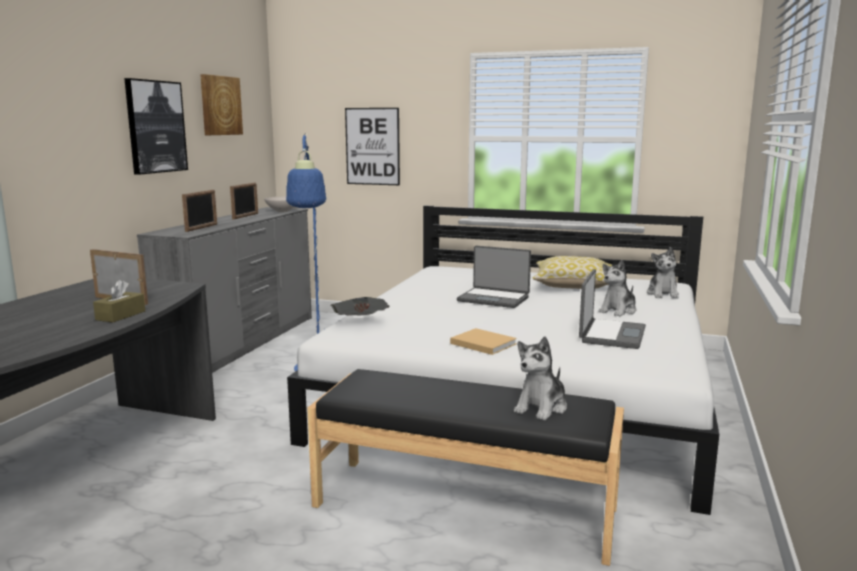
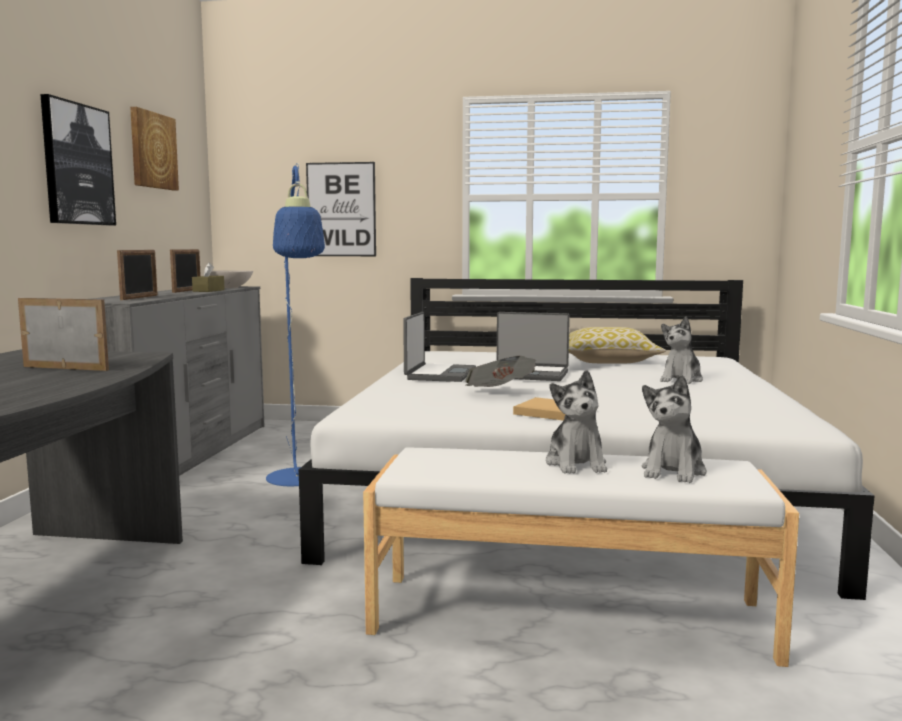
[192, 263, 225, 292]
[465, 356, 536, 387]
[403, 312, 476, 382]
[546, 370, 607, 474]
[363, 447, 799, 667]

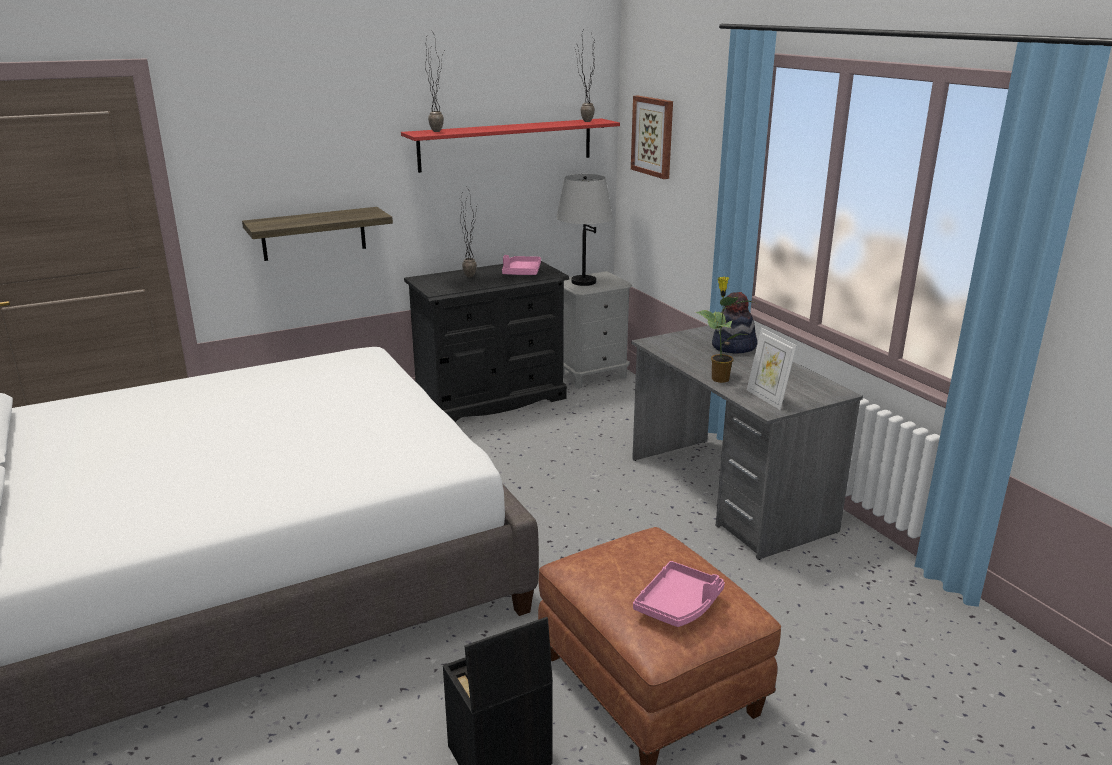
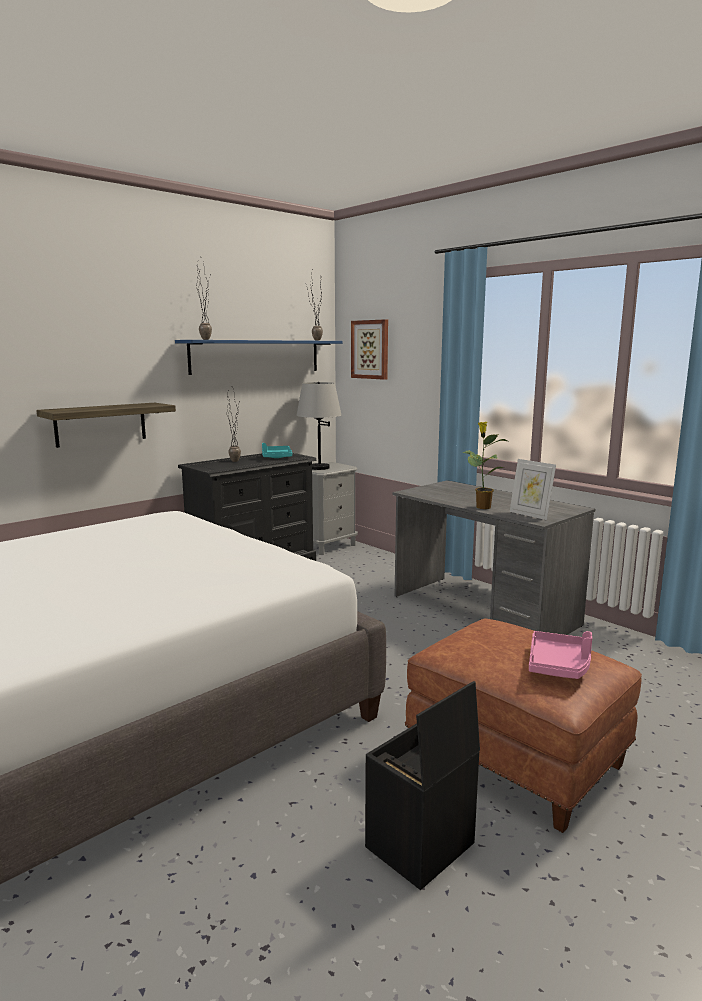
[712, 292, 757, 353] (first image)
[175, 340, 343, 375]
[262, 443, 292, 458]

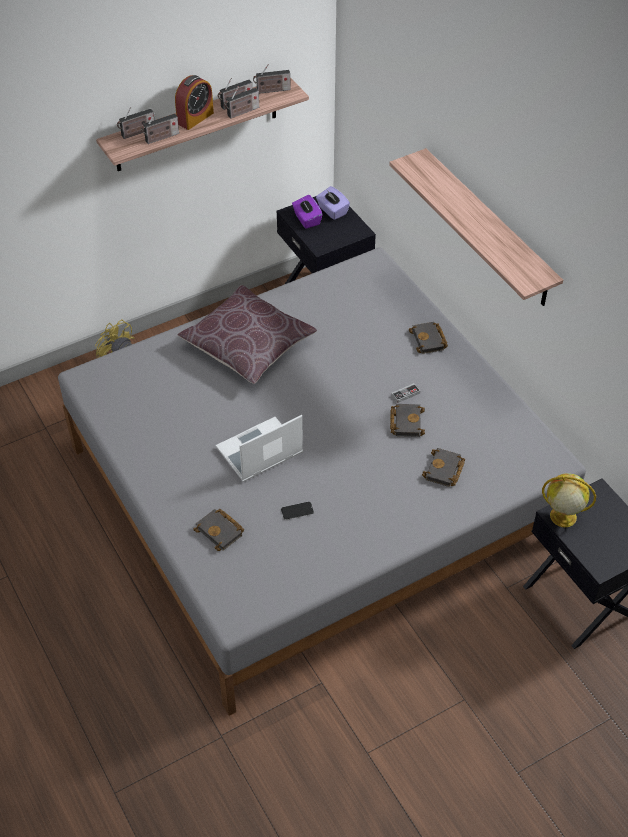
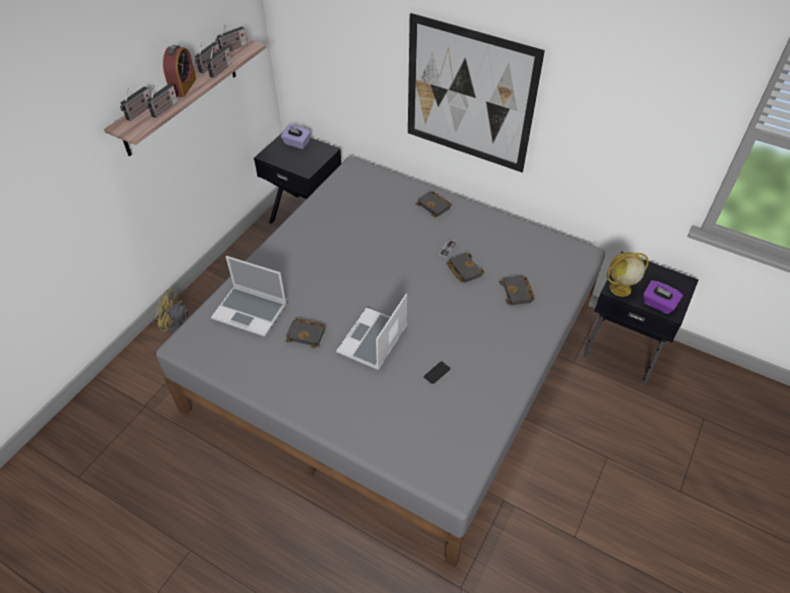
[177, 285, 317, 384] (first image)
[211, 256, 287, 337]
[286, 318, 325, 348]
[643, 280, 683, 314]
[408, 13, 545, 172]

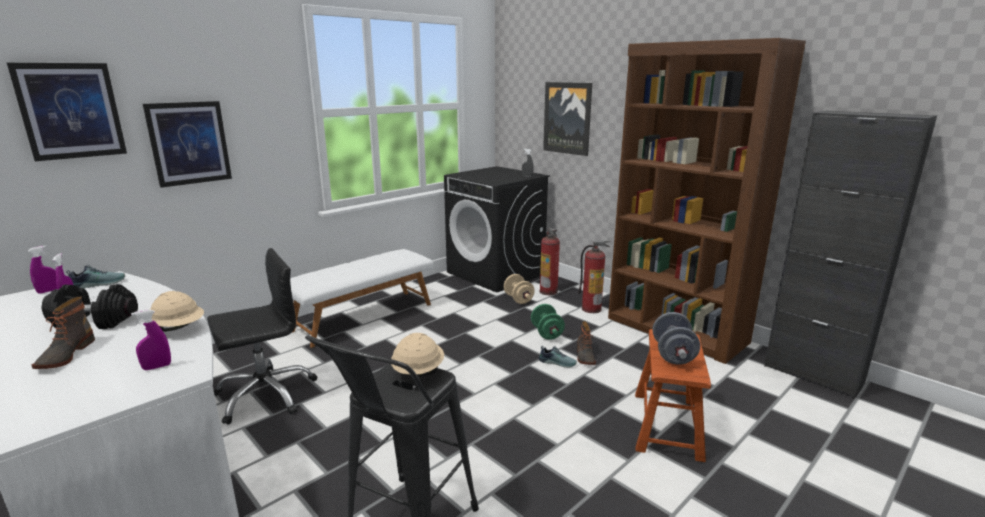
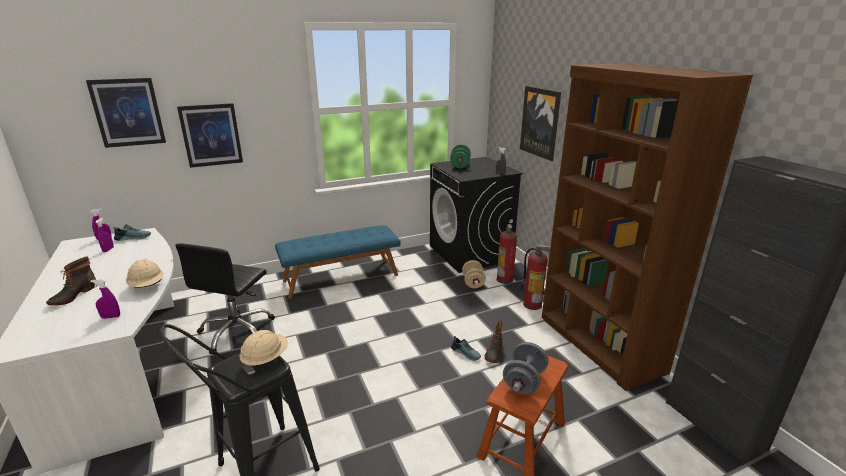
[42, 284, 138, 329] (first image)
[450, 144, 471, 168]
[275, 225, 401, 299]
[175, 243, 275, 355]

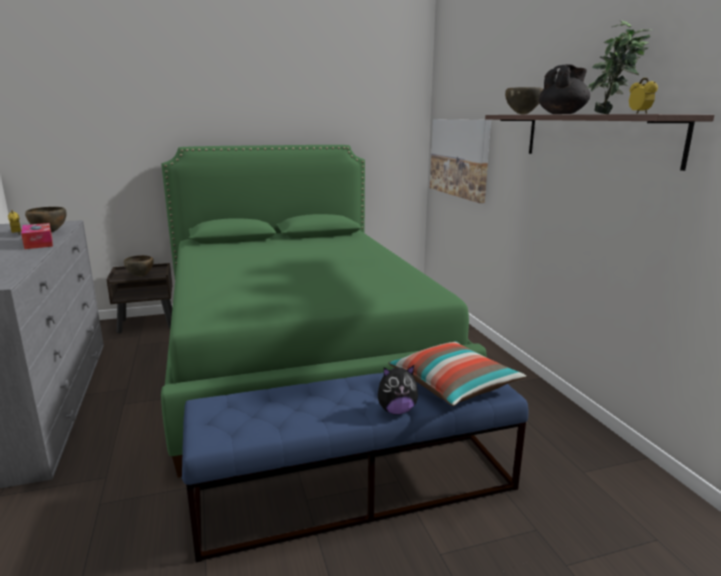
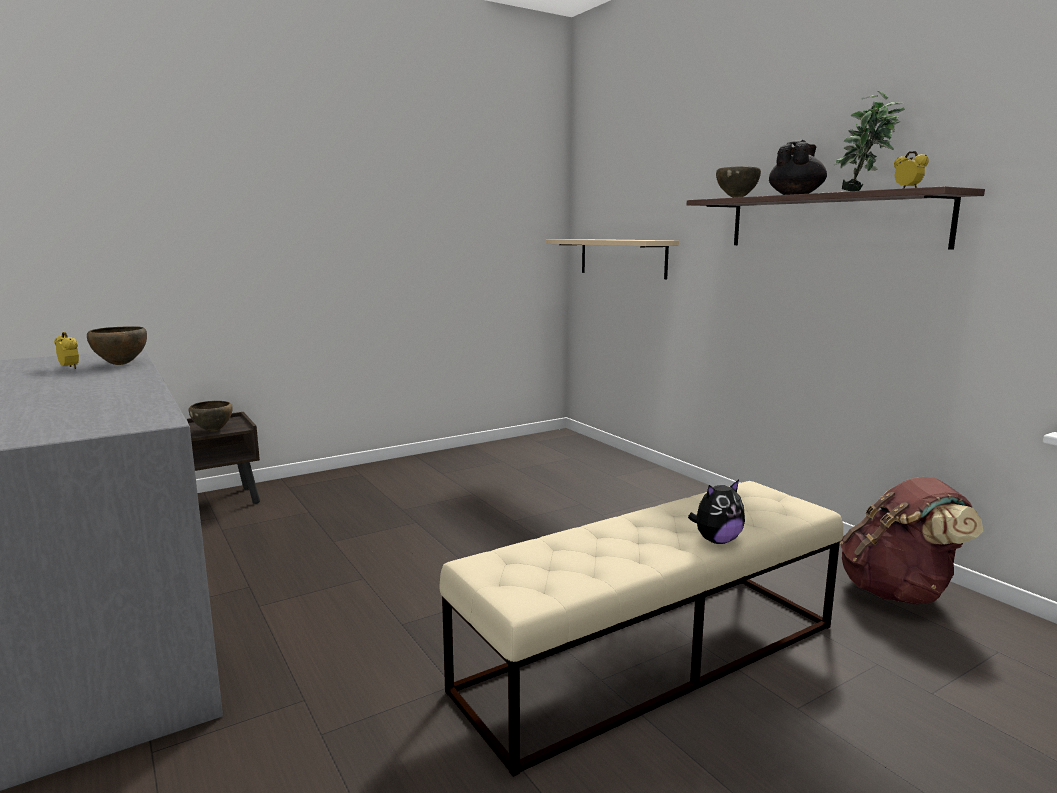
[21, 223, 53, 249] (first image)
[161, 145, 487, 478] (first image)
[388, 341, 526, 406] (first image)
[840, 477, 983, 605]
[546, 239, 679, 279]
[439, 481, 843, 777]

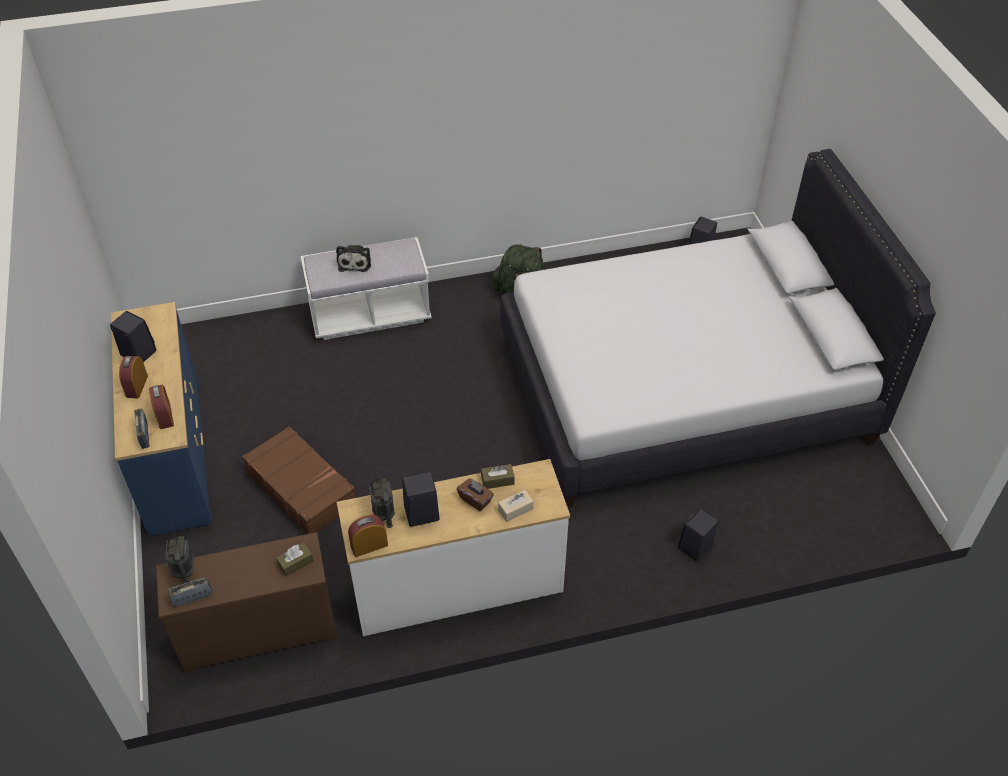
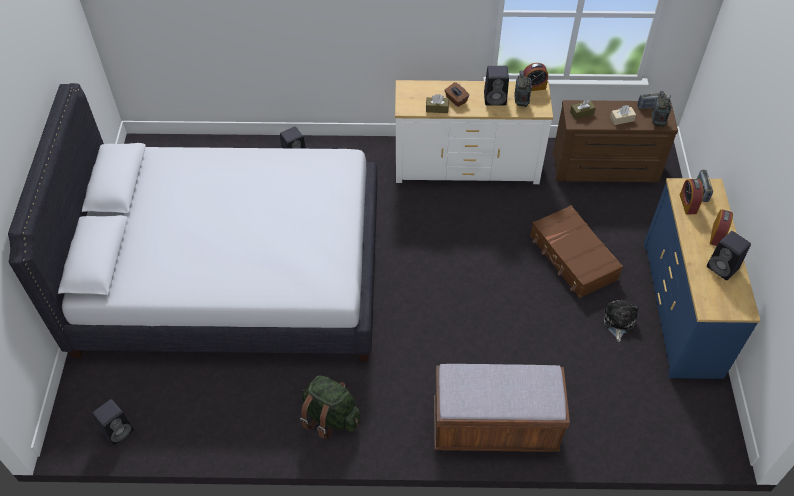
[604, 300, 639, 342]
[610, 105, 636, 125]
[434, 364, 570, 452]

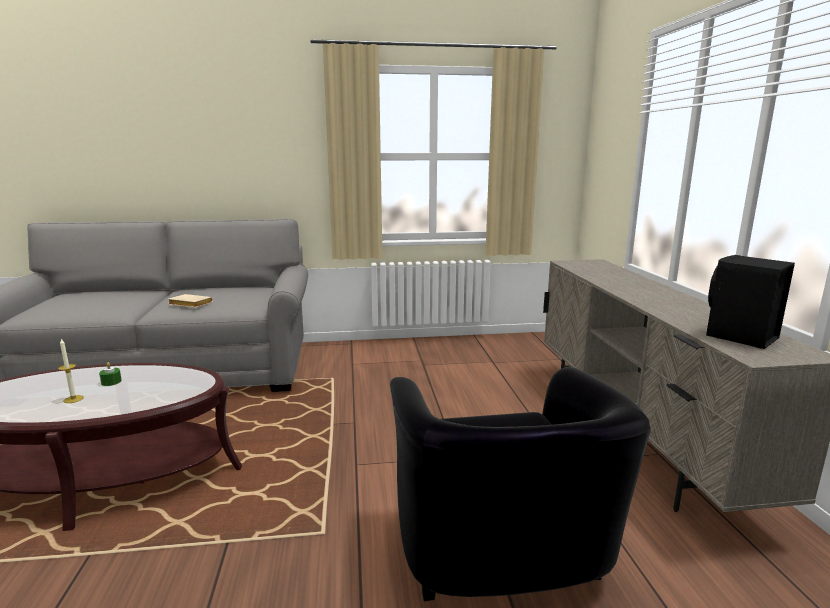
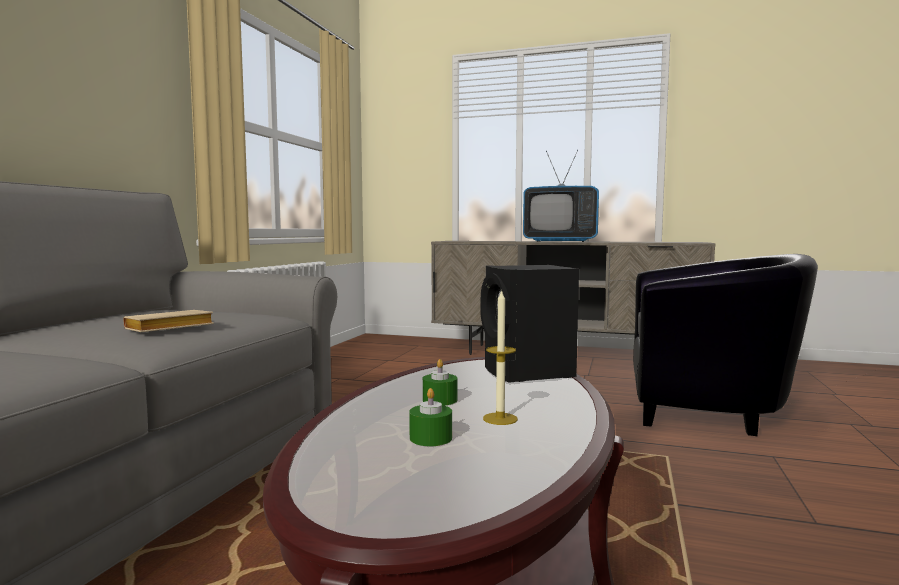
[409, 388, 452, 446]
[523, 150, 599, 242]
[481, 265, 579, 383]

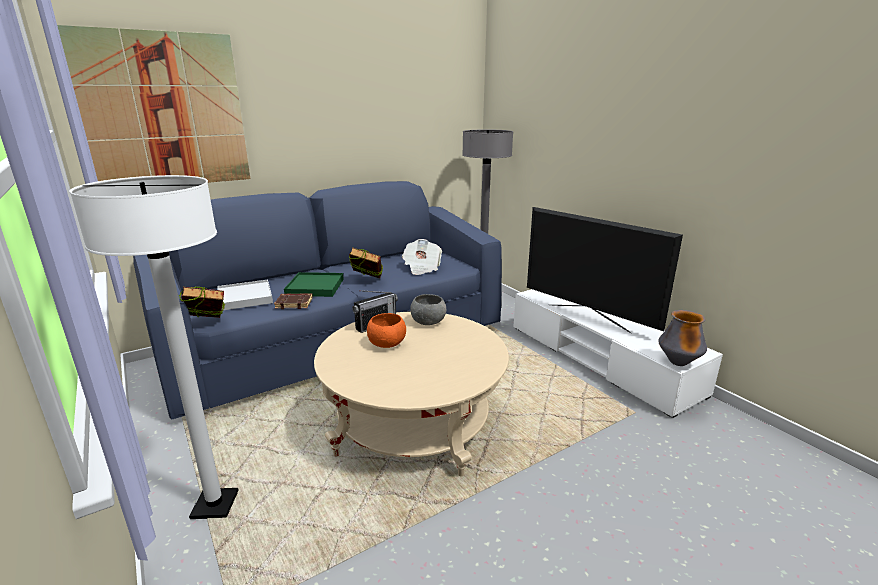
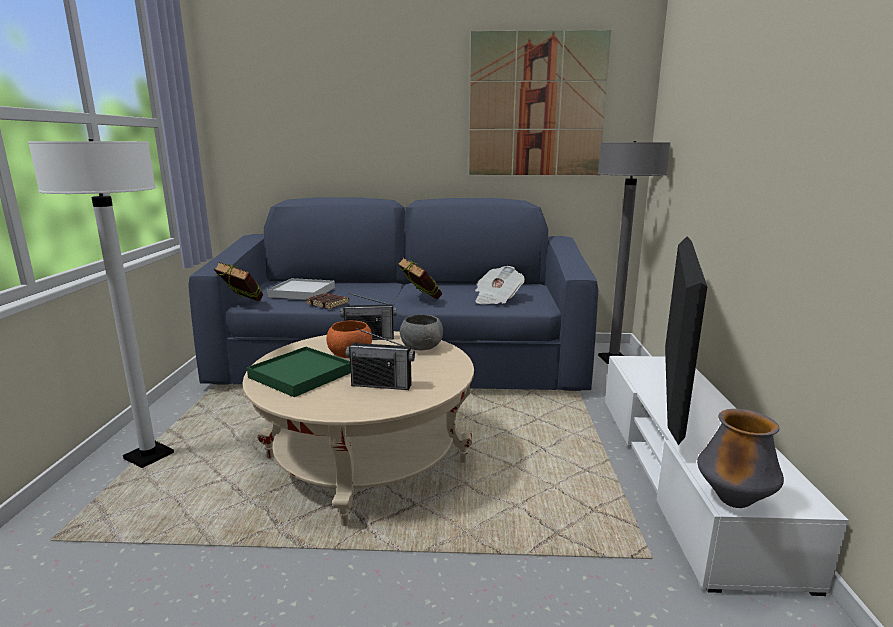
[346, 328, 415, 390]
[469, 30, 611, 175]
[247, 347, 351, 397]
[665, 236, 707, 445]

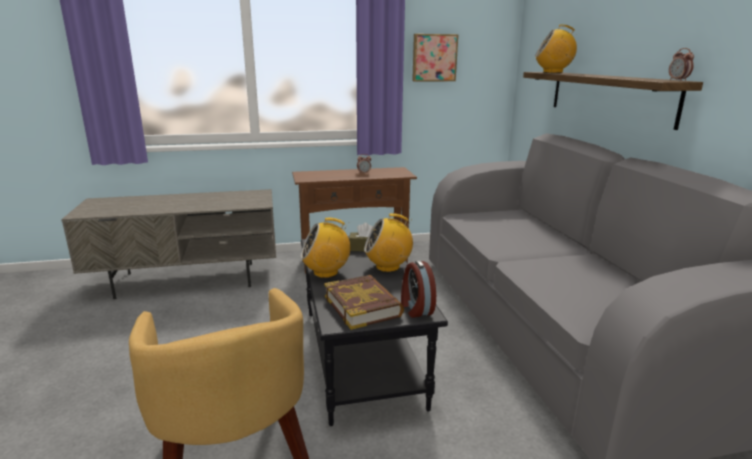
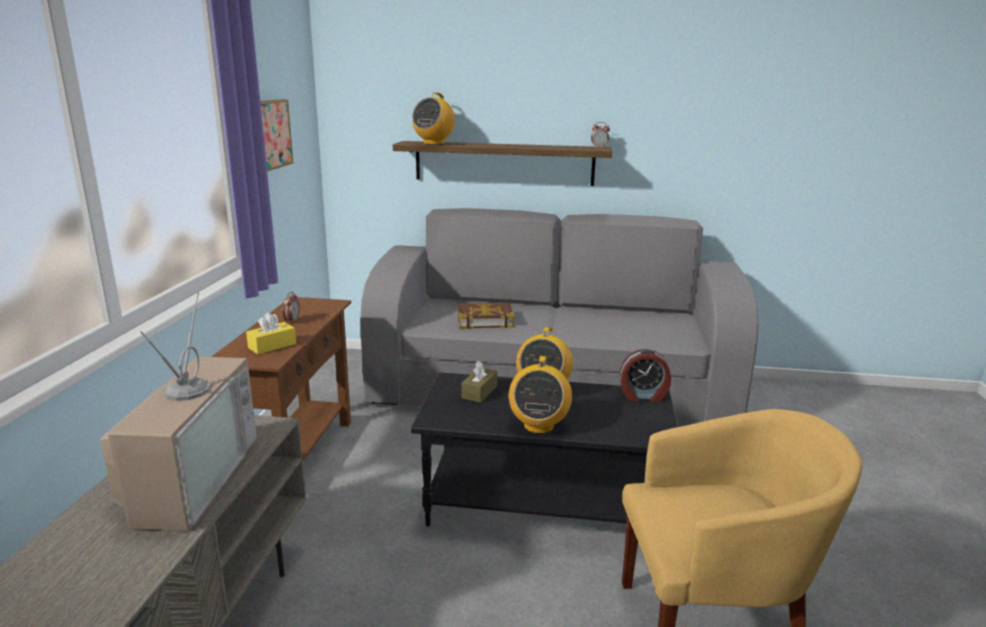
[100, 293, 257, 531]
[246, 312, 296, 354]
[458, 302, 515, 329]

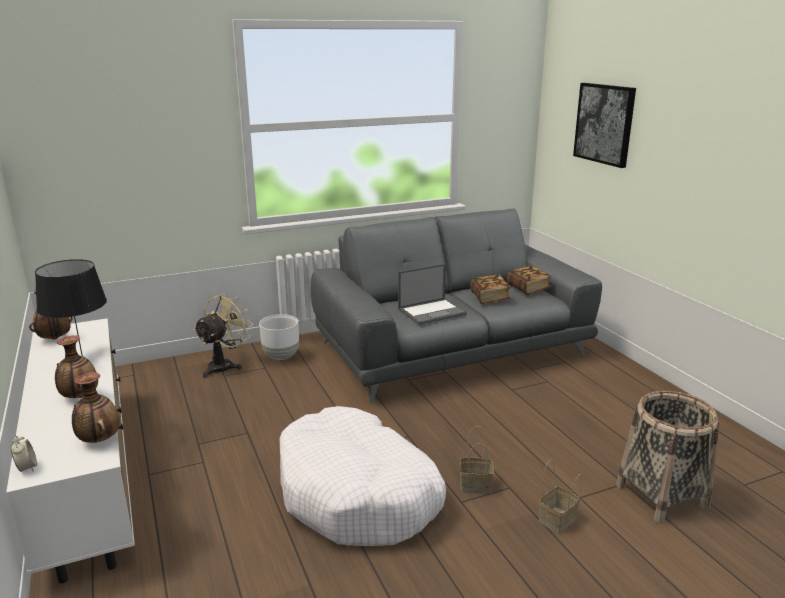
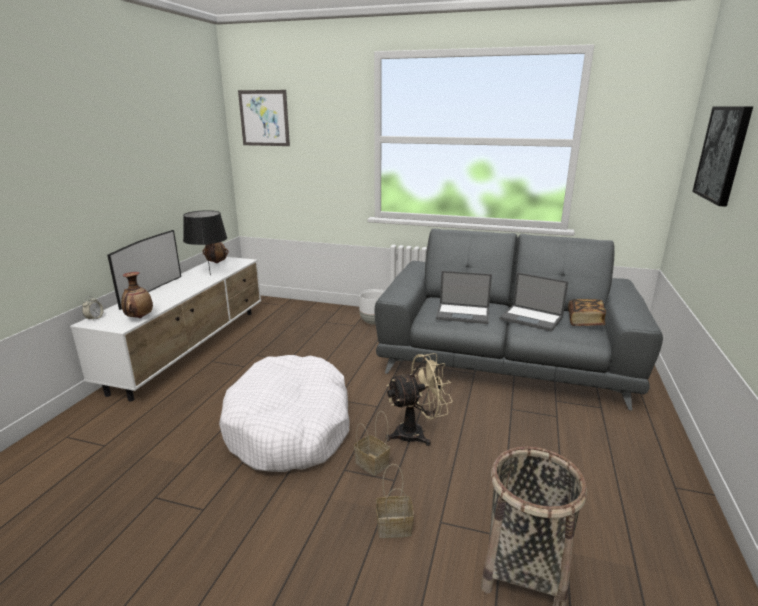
[55, 336, 98, 398] (first image)
[107, 230, 181, 310]
[238, 90, 290, 146]
[385, 353, 453, 446]
[500, 272, 568, 332]

